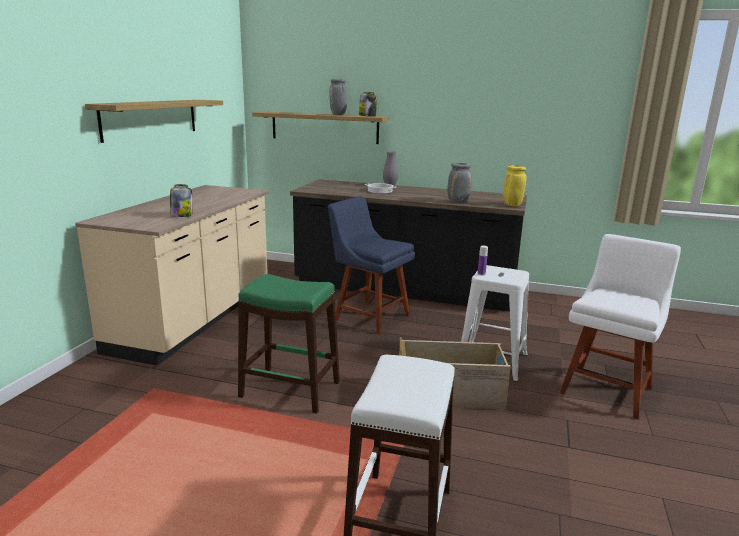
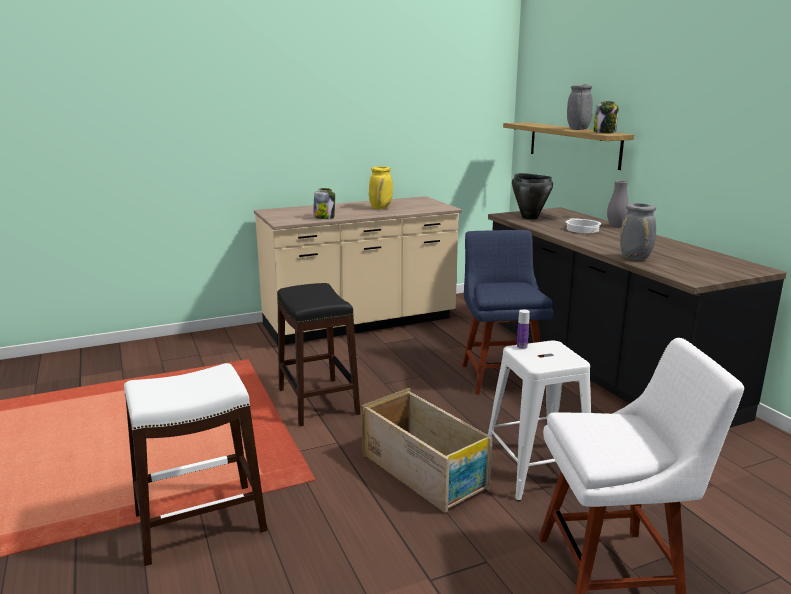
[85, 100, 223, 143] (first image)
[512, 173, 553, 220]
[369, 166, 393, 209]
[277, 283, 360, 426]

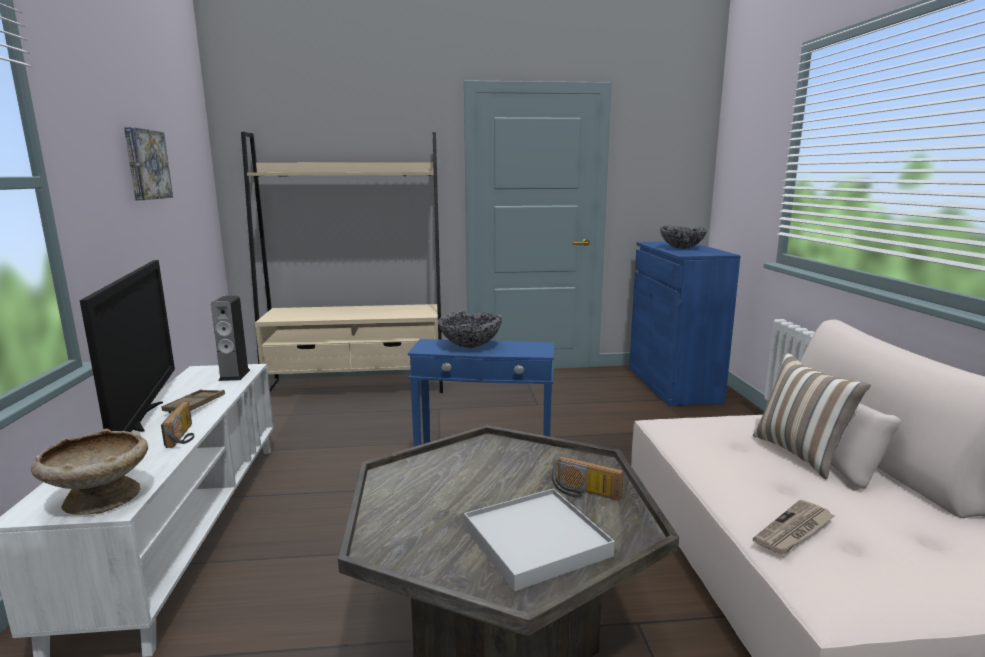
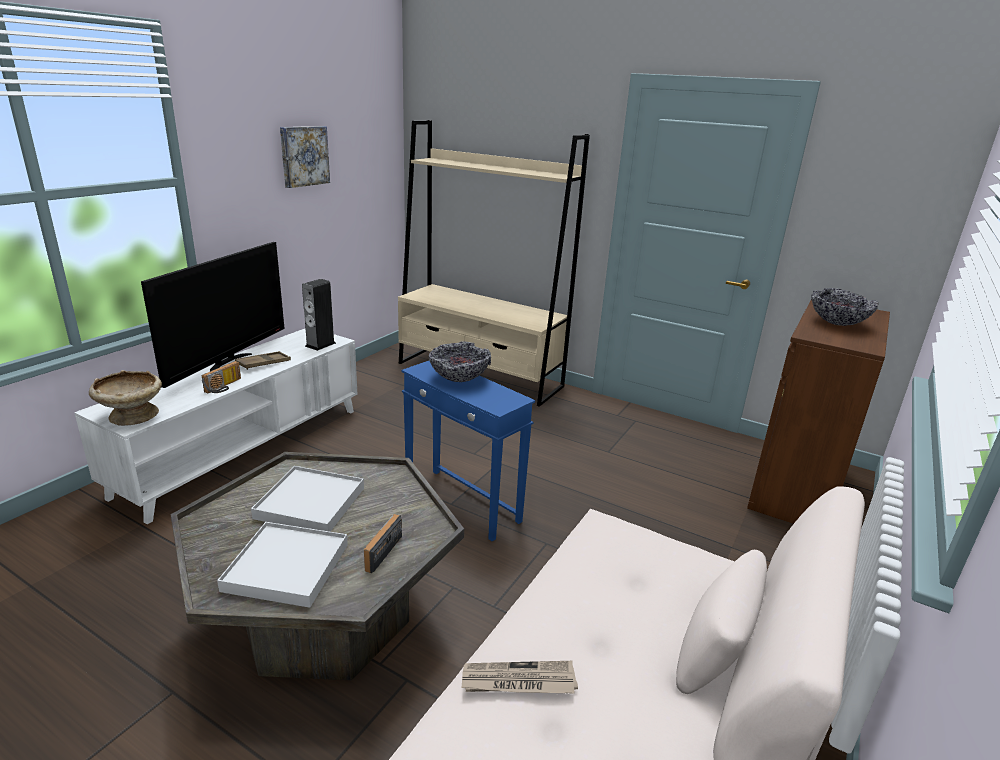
[753, 353, 871, 479] (first image)
[251, 466, 364, 532]
[747, 300, 890, 524]
[364, 514, 402, 573]

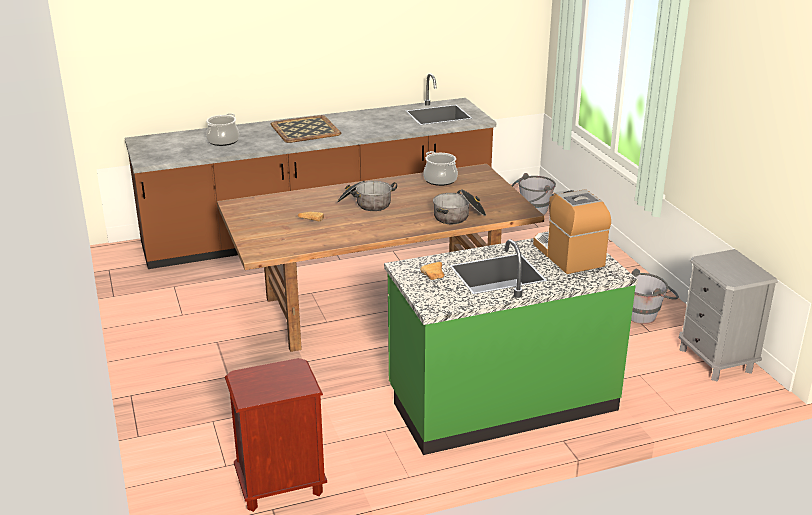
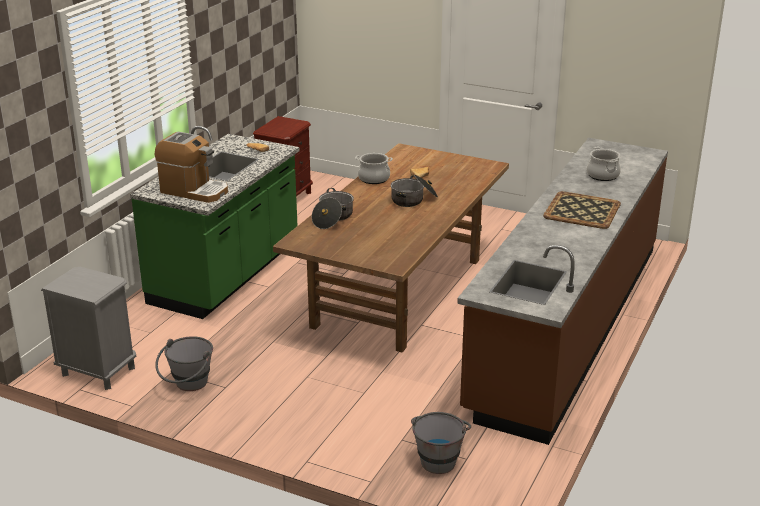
[355, 153, 393, 184]

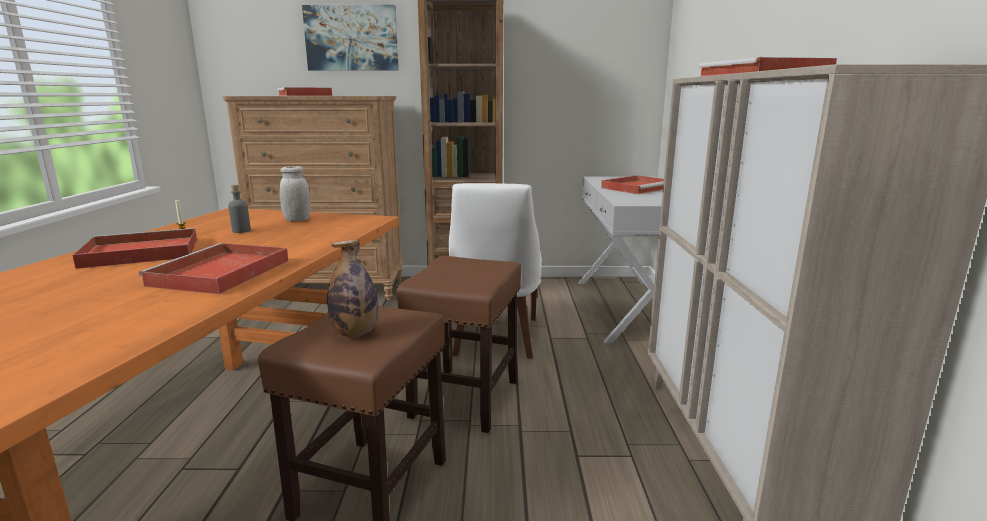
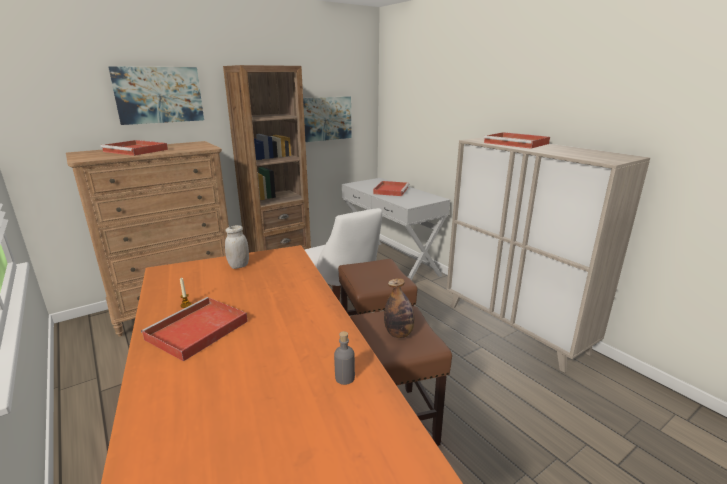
[139, 243, 288, 294] (first image)
[303, 96, 352, 142]
[334, 331, 355, 385]

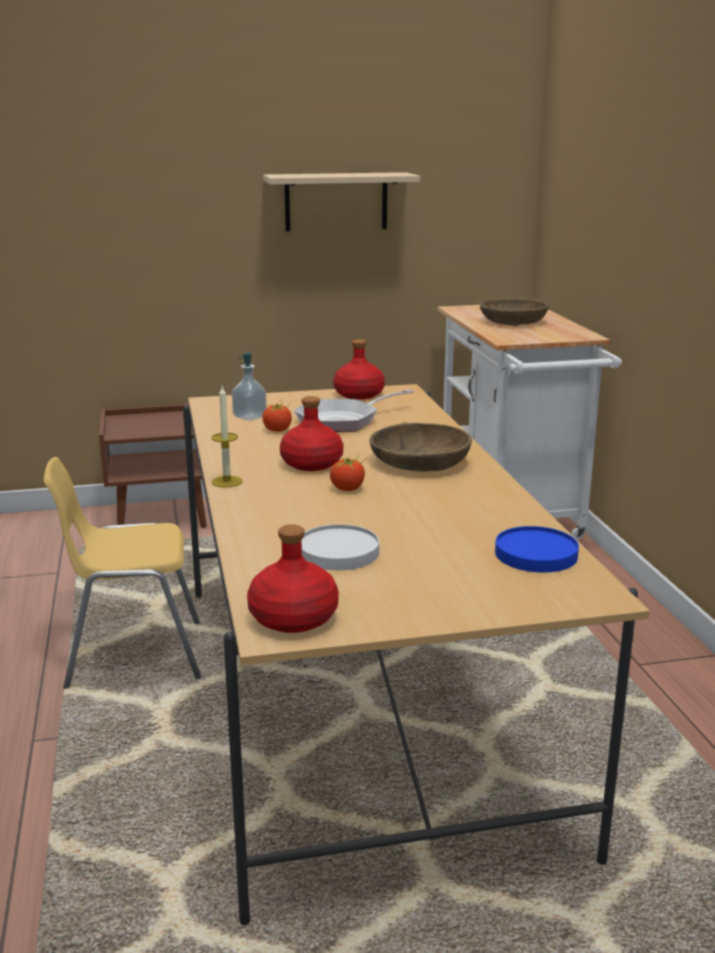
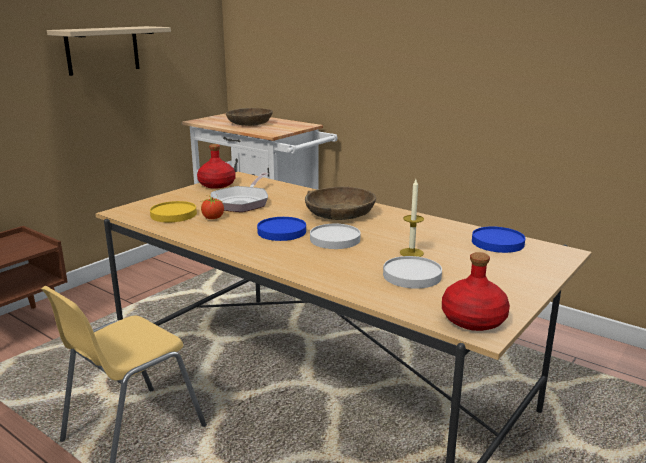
[400, 179, 424, 257]
[150, 201, 197, 222]
[257, 217, 306, 241]
[310, 224, 360, 249]

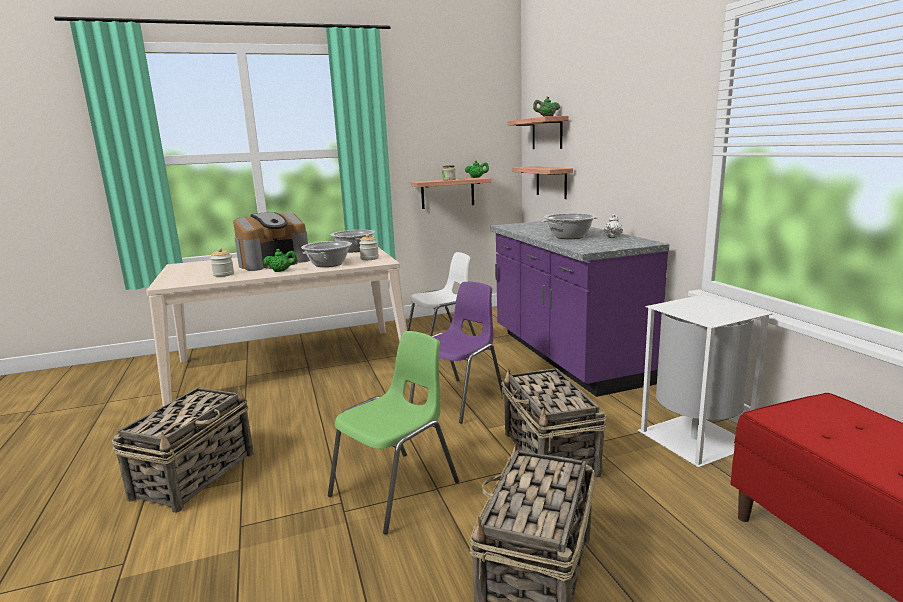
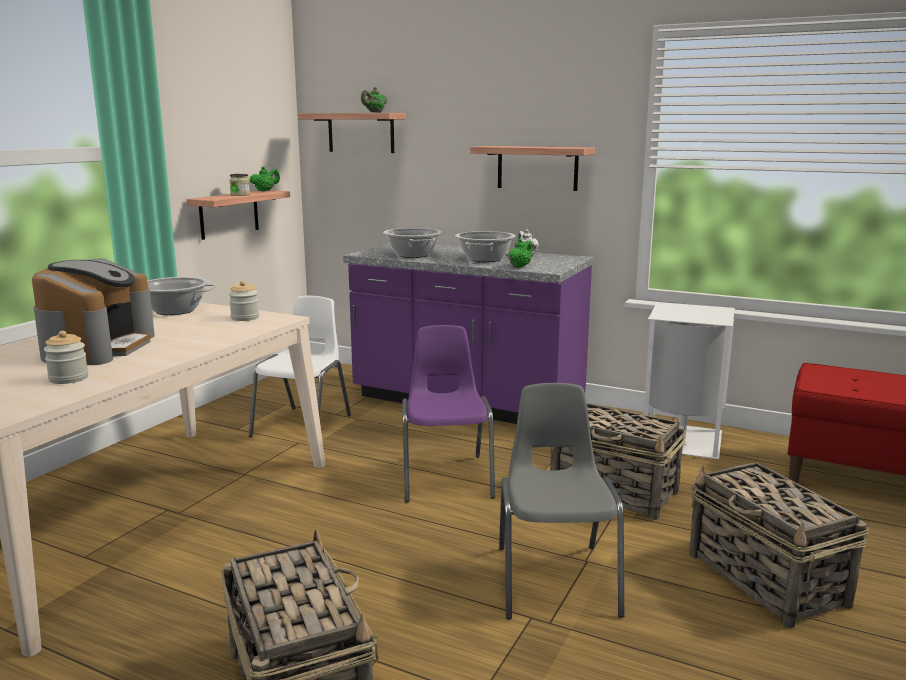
[509, 238, 532, 268]
[383, 228, 442, 258]
[470, 146, 595, 191]
[499, 383, 624, 619]

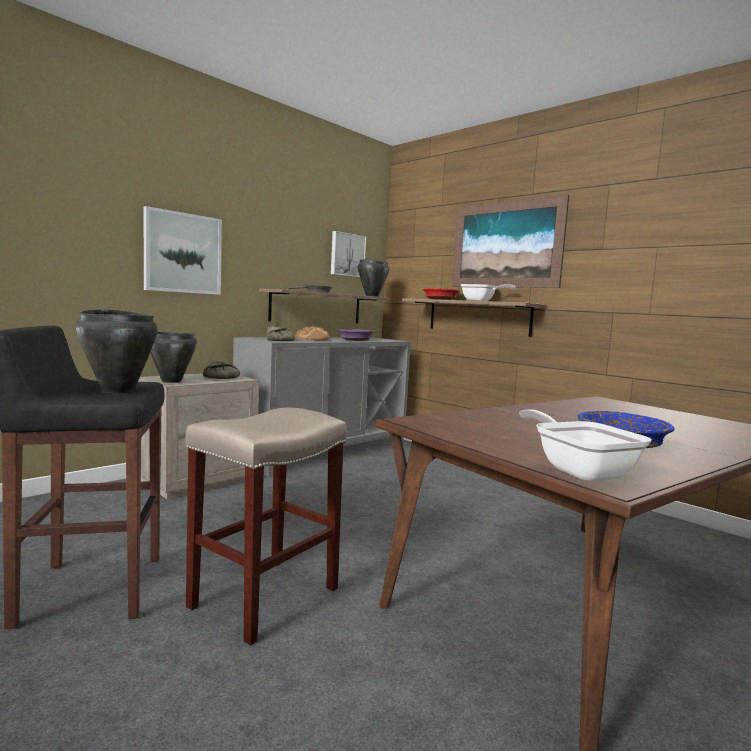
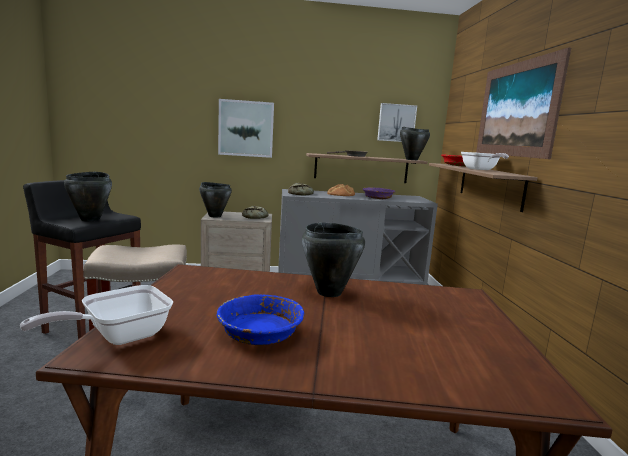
[302, 222, 365, 297]
[20, 285, 173, 345]

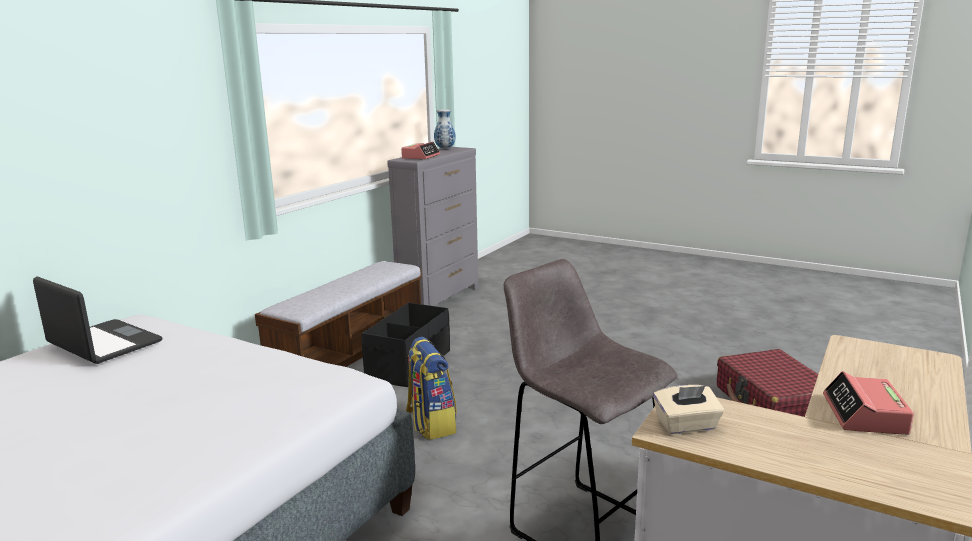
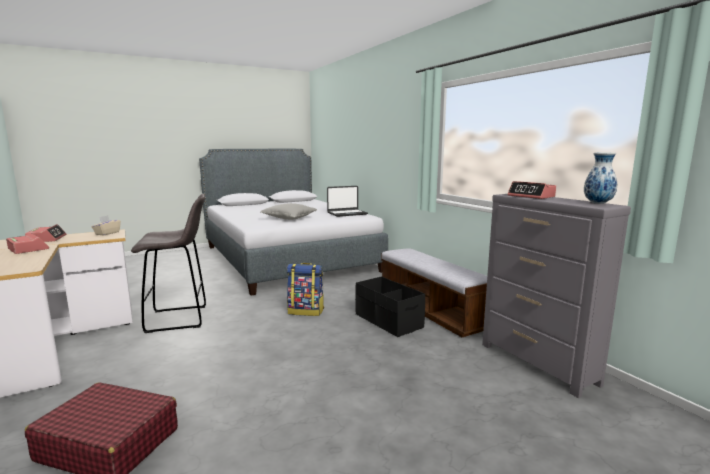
[25, 224, 66, 242]
[260, 203, 317, 220]

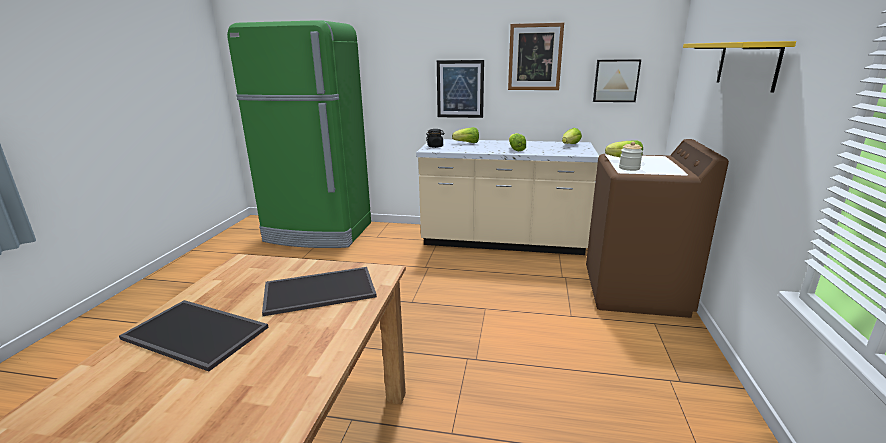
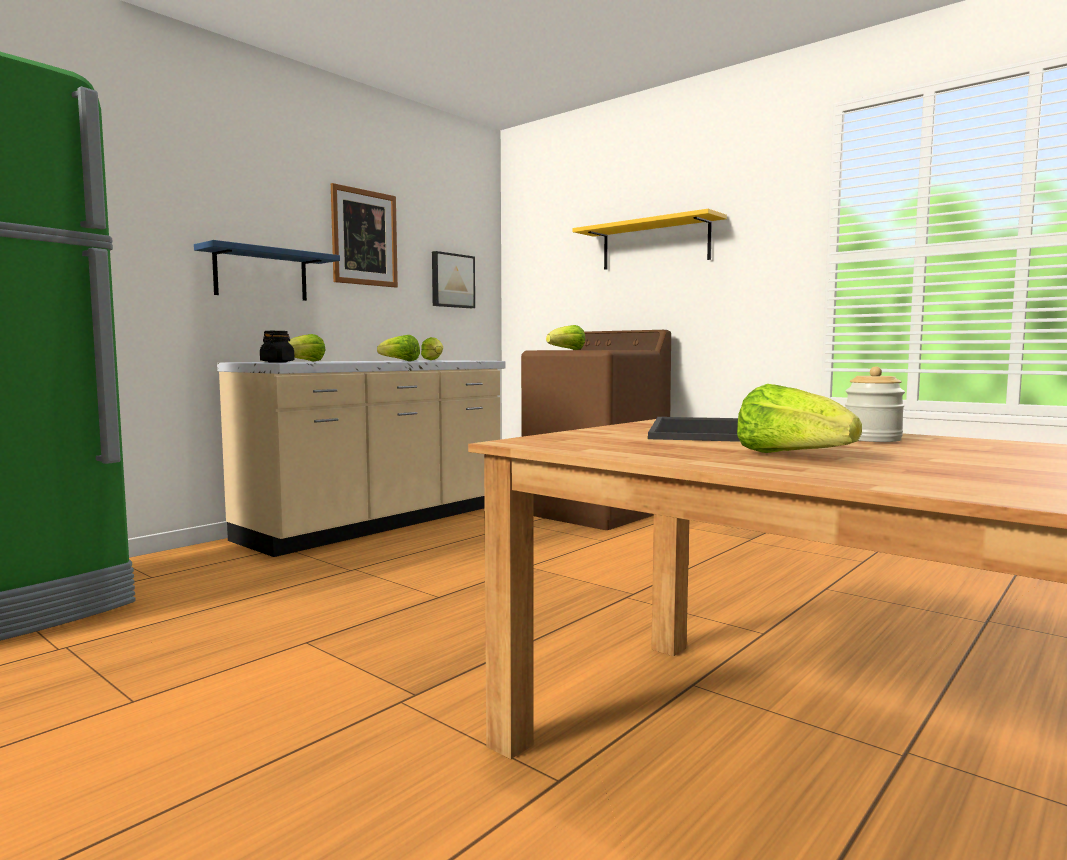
[845, 367, 905, 442]
[737, 384, 862, 453]
[194, 240, 340, 301]

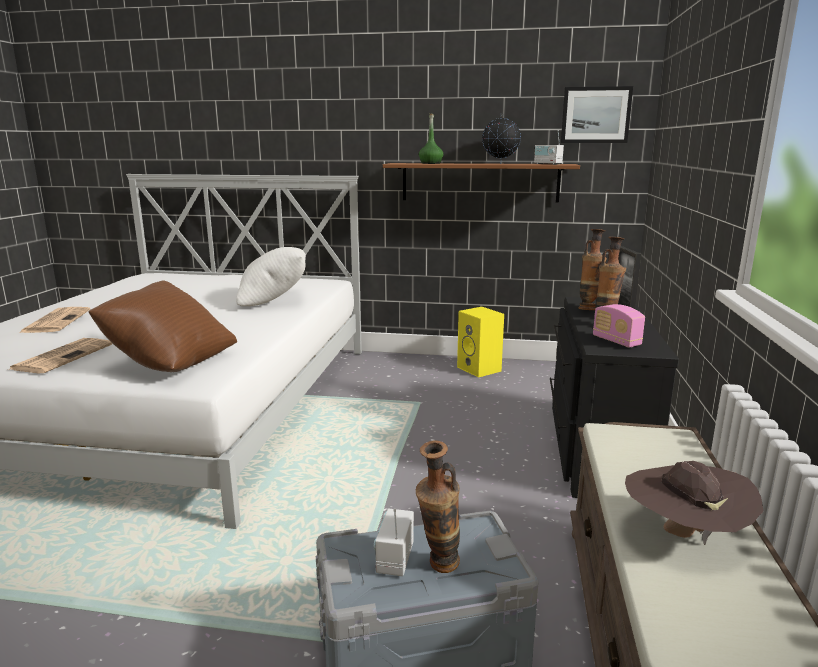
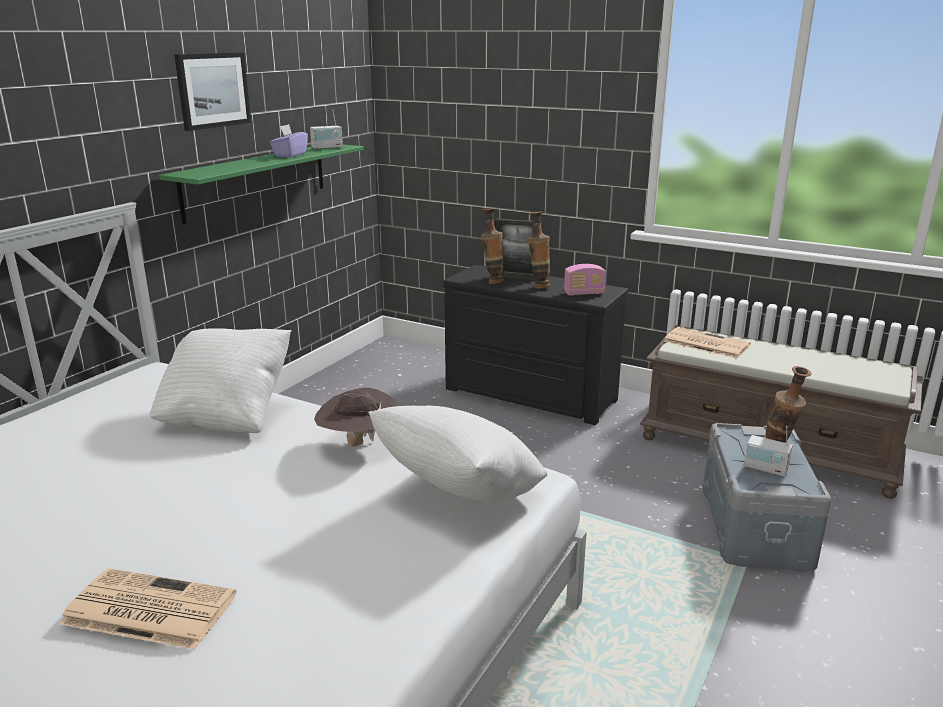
[419, 113, 443, 164] (first image)
[457, 307, 504, 378] (first image)
[663, 327, 751, 358]
[174, 52, 251, 131]
[314, 387, 398, 446]
[270, 124, 308, 157]
[368, 406, 548, 501]
[159, 145, 364, 224]

